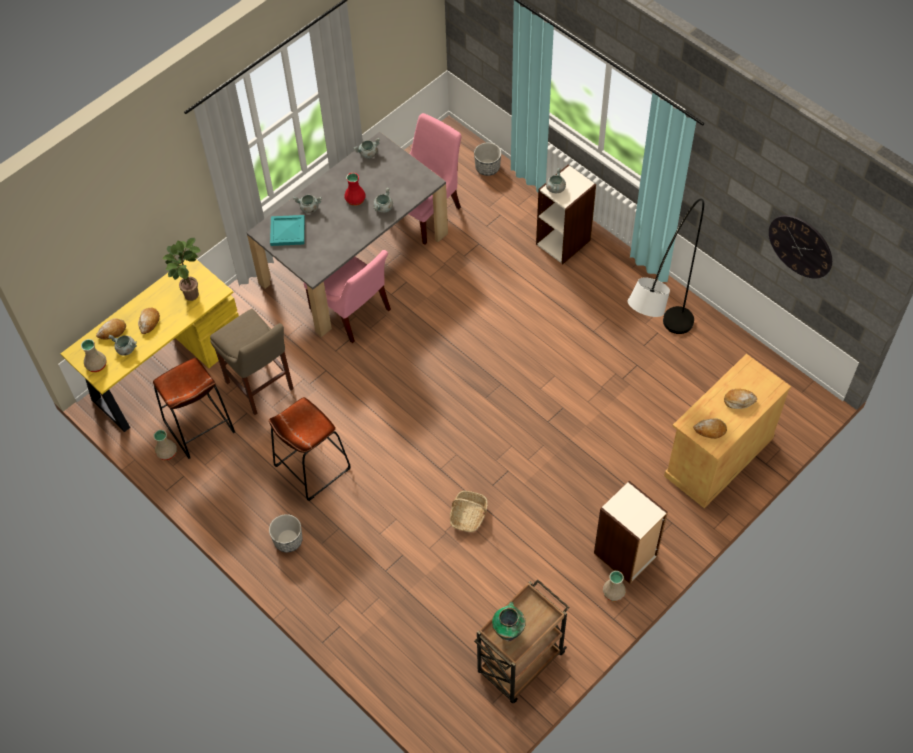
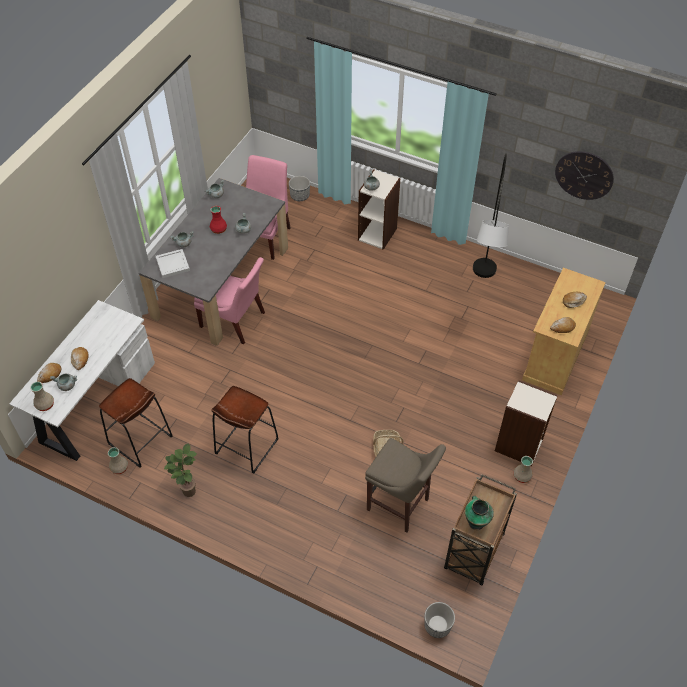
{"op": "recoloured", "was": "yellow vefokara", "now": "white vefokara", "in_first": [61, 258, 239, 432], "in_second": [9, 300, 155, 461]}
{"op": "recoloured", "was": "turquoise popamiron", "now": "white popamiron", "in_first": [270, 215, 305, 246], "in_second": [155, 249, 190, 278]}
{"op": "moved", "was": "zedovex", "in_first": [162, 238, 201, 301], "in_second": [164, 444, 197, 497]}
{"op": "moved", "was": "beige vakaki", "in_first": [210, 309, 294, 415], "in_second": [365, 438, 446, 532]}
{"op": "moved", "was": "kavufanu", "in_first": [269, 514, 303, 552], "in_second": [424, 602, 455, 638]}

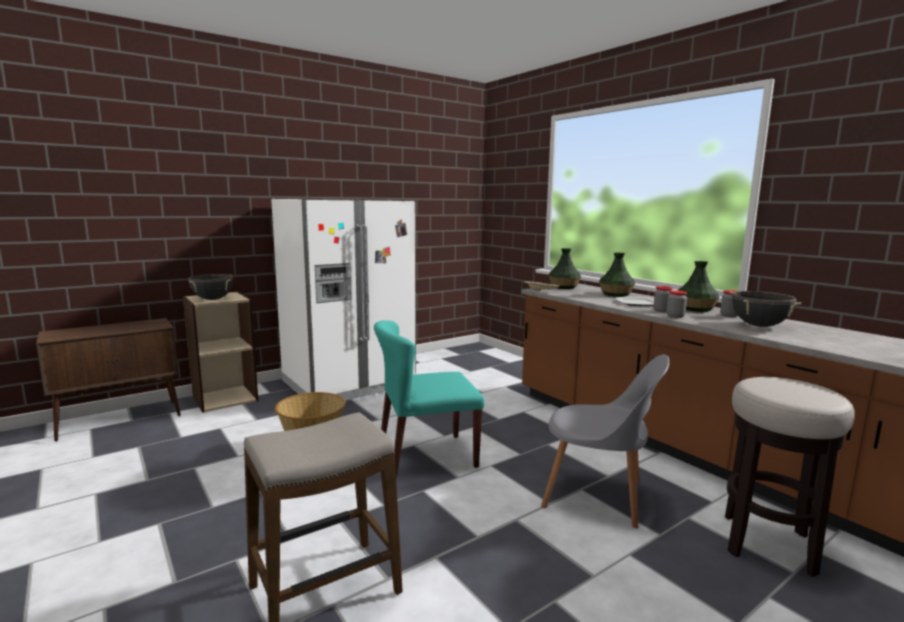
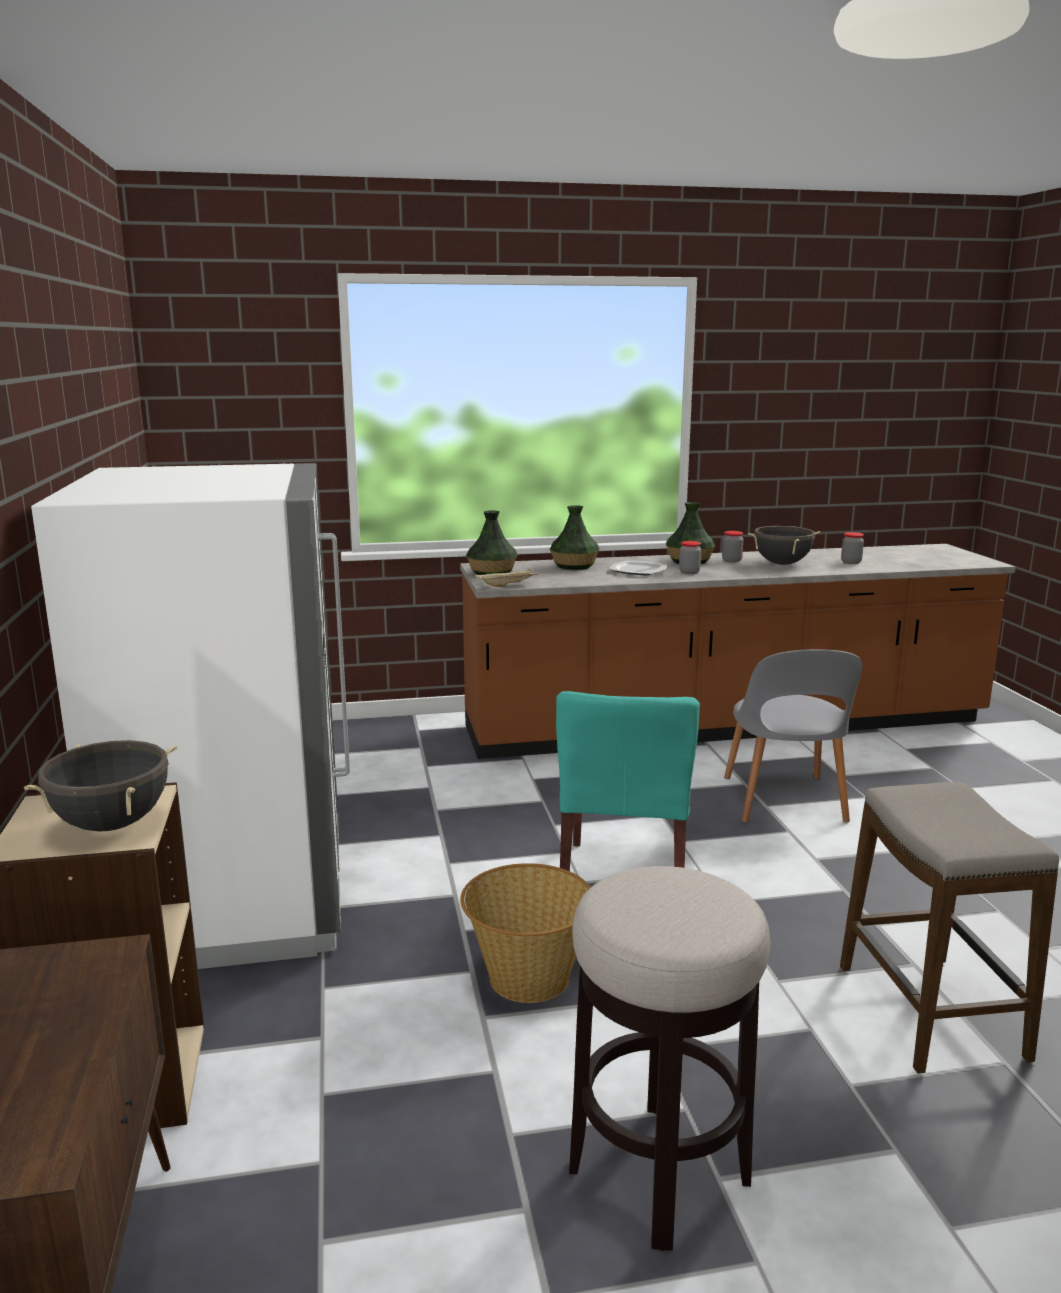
{"op": "moved", "was": "vakaki", "in_first": [725, 377, 855, 577], "in_second": [569, 866, 770, 1251]}
{"op": "turned", "was": "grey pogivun", "in_first": [541, 354, 669, 528], "in_second": [724, 649, 862, 823], "clockwise": 135}
{"op": "moved", "was": "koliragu", "in_first": [666, 290, 687, 318], "in_second": [841, 532, 864, 564]}

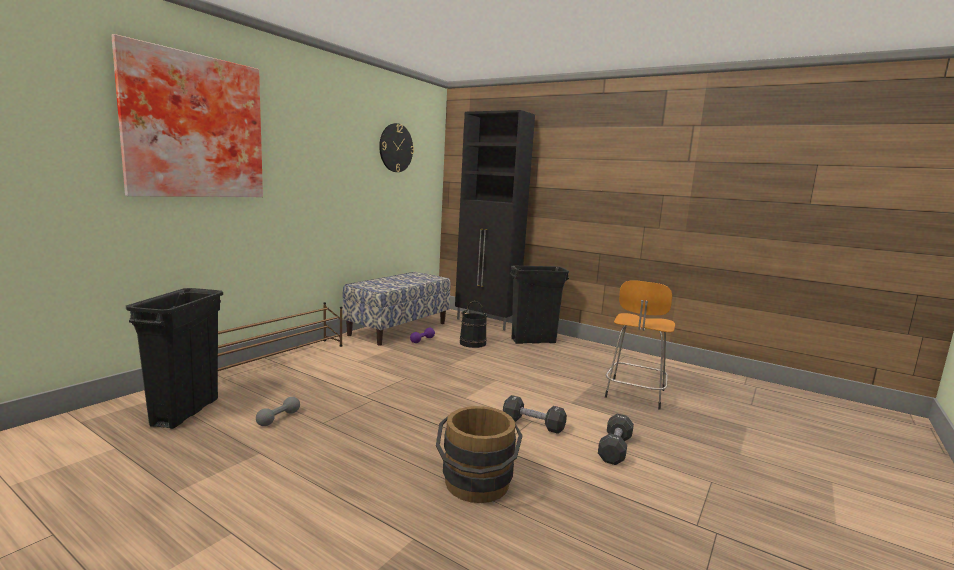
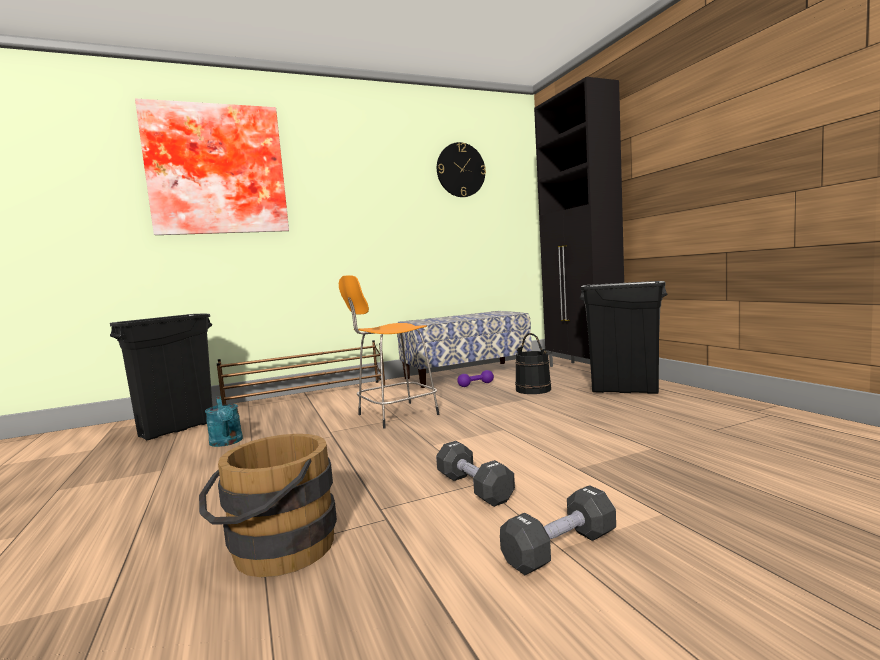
{"op": "replaced", "was": "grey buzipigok", "now": "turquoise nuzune", "in_first": [256, 397, 300, 426], "in_second": [205, 396, 243, 447]}
{"op": "moved", "was": "orange vakaki", "in_first": [605, 280, 675, 410], "in_second": [339, 275, 440, 429]}

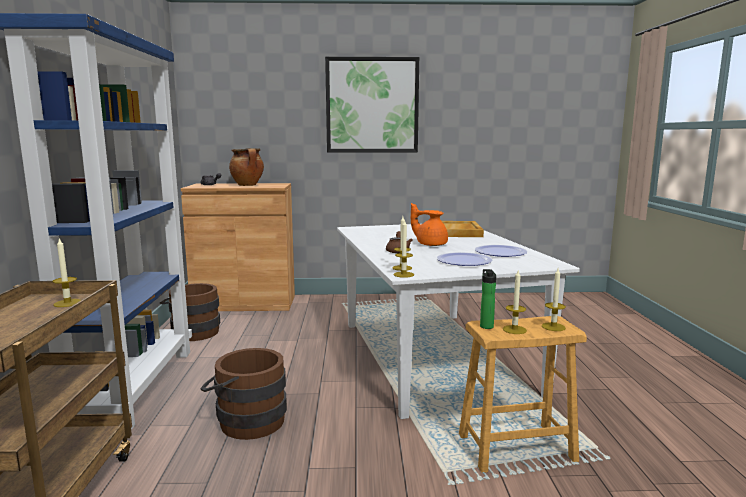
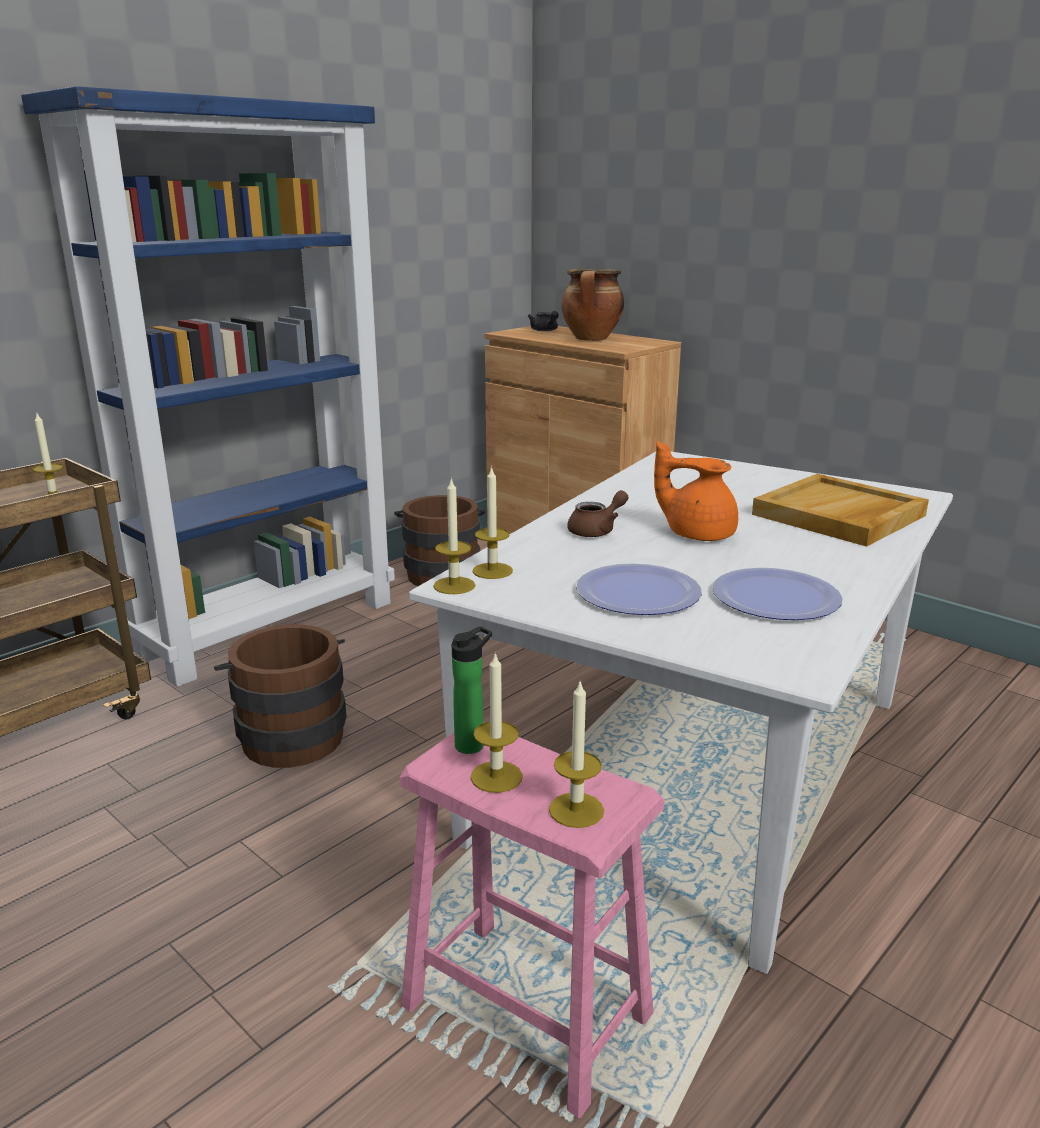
{"op": "recoloured", "was": "brown vakaki", "now": "pink vakaki", "in_first": [459, 316, 587, 473], "in_second": [400, 722, 664, 1118]}
{"op": "turned", "was": "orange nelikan", "in_first": [411, 203, 448, 246], "in_second": [654, 441, 738, 541], "clockwise": -45}
{"op": "removed", "was": "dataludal", "in_first": [325, 57, 419, 153]}

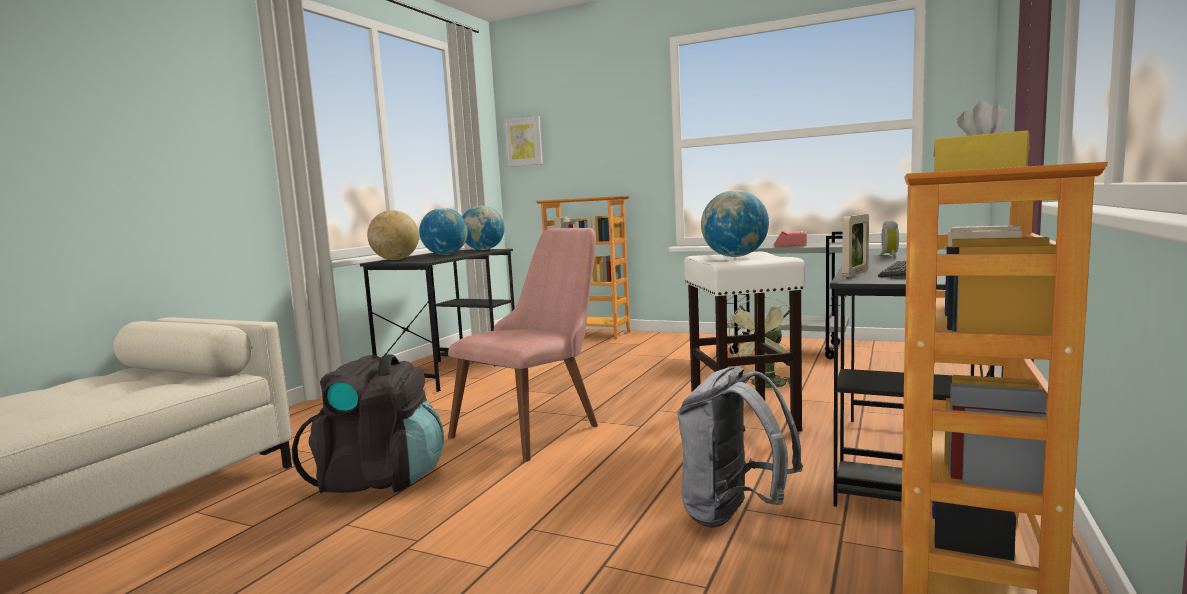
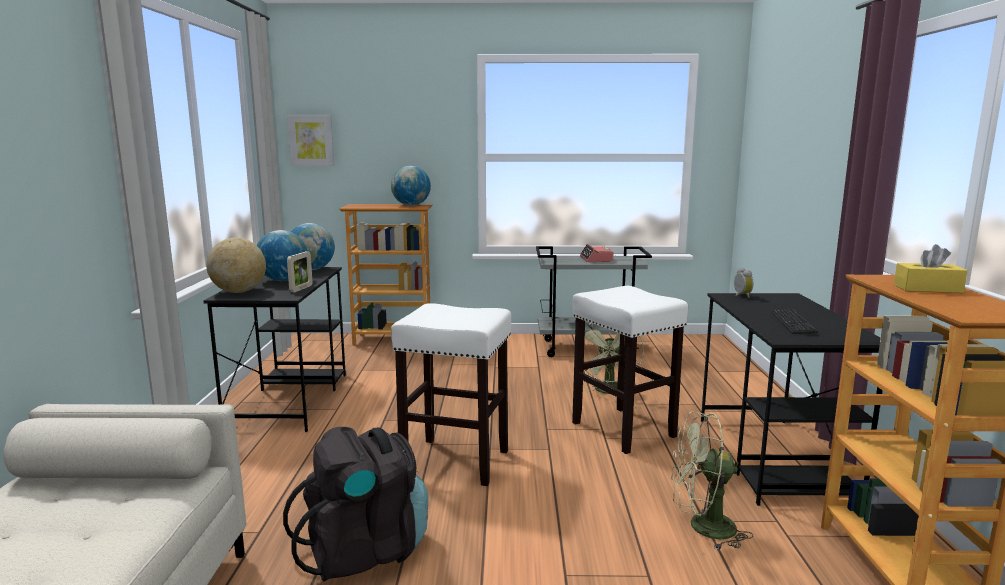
{"op": "moved", "was": "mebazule", "in_first": [842, 214, 869, 277], "in_second": [287, 251, 313, 292]}
{"op": "moved", "was": "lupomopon", "in_first": [701, 190, 769, 257], "in_second": [391, 166, 431, 206]}
{"op": "replaced", "was": "pink pogivun", "now": "white vakaki", "in_first": [448, 228, 598, 462], "in_second": [391, 303, 511, 486]}
{"op": "replaced", "was": "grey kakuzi", "now": "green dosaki", "in_first": [677, 366, 803, 528], "in_second": [671, 411, 753, 550]}

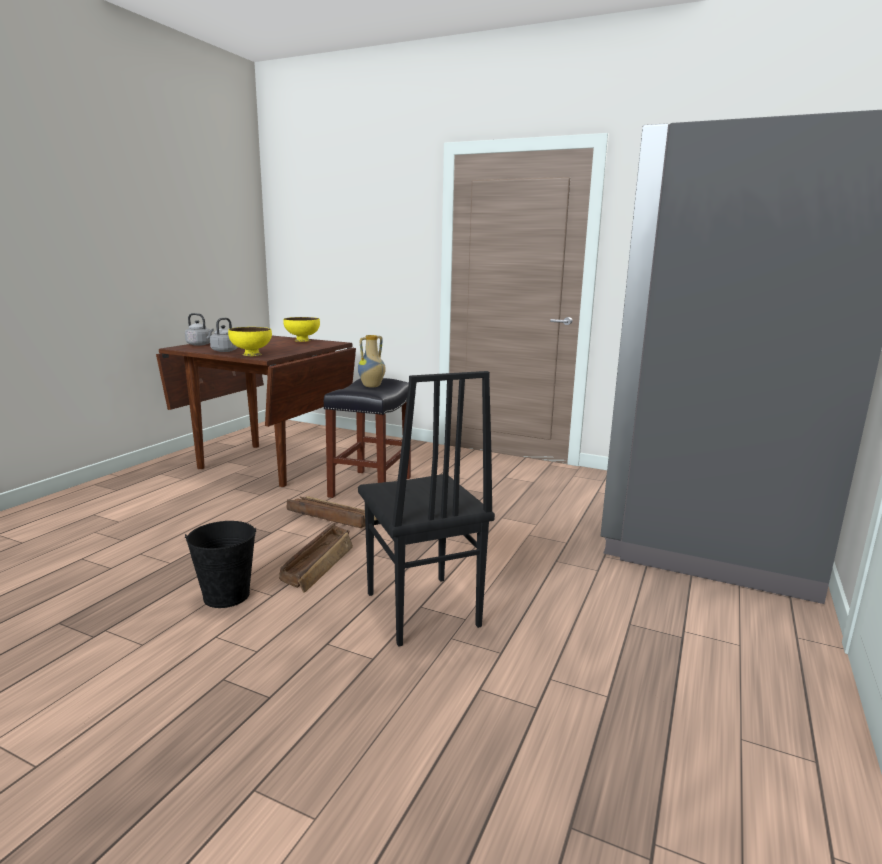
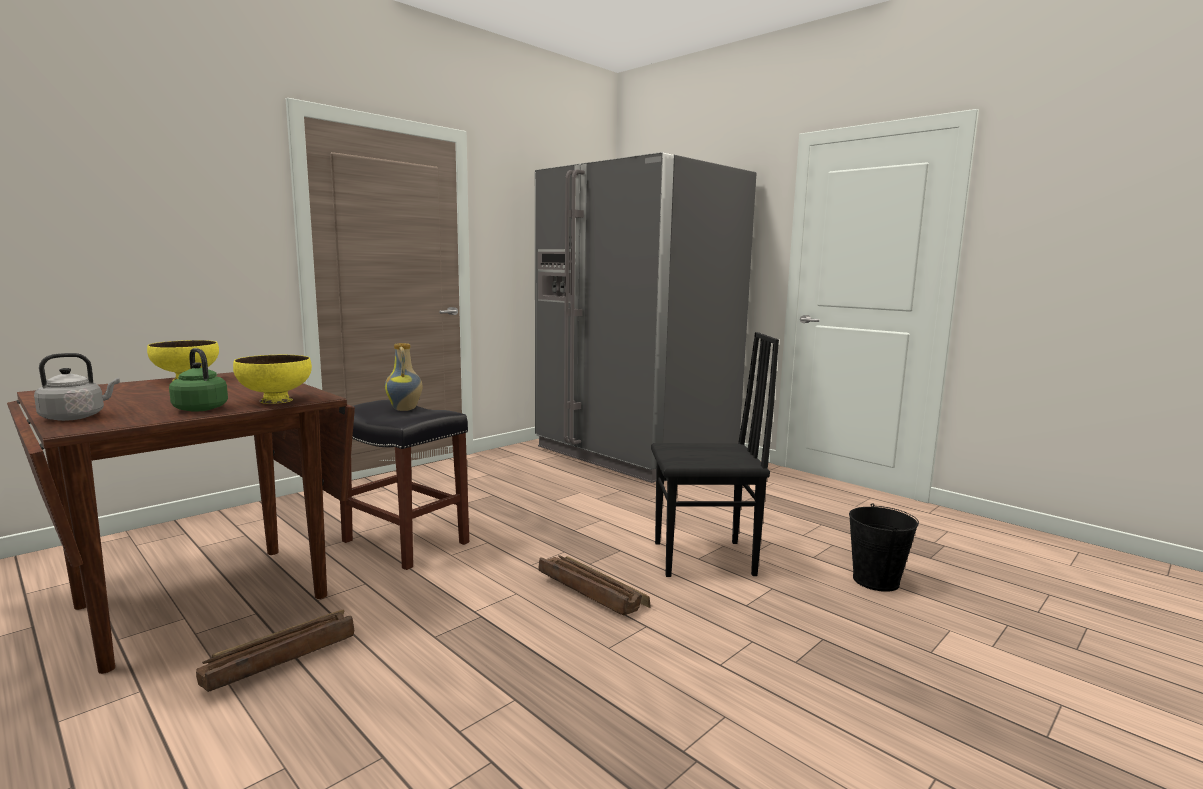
{"op": "recoloured", "was": "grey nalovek", "now": "green nalovek", "in_first": [210, 318, 238, 352], "in_second": [169, 348, 228, 412]}
{"op": "moved", "was": "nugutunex", "in_first": [287, 496, 377, 528], "in_second": [196, 610, 354, 692]}
{"op": "moved", "was": "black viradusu", "in_first": [185, 521, 257, 608], "in_second": [849, 503, 919, 592]}

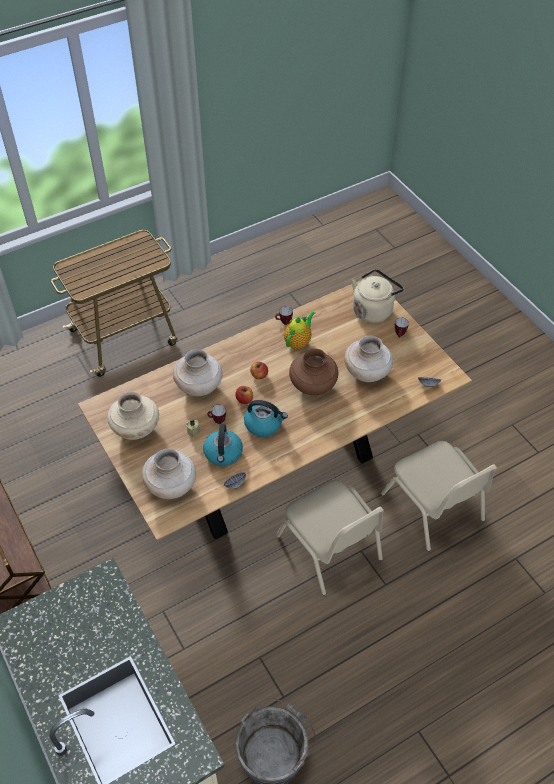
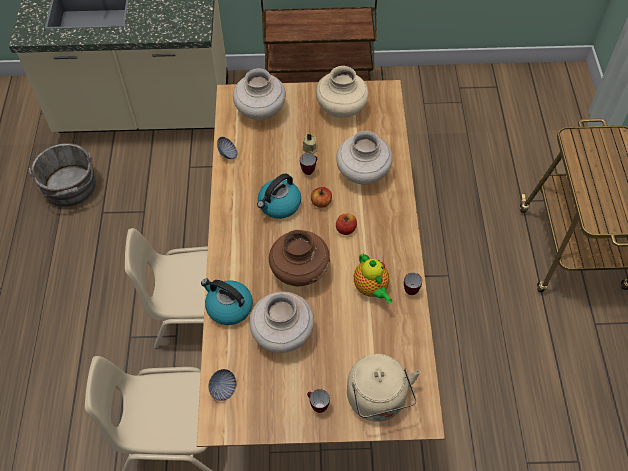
{"op": "moved", "was": "nalovek", "in_first": [203, 424, 243, 466], "in_second": [201, 278, 253, 325]}

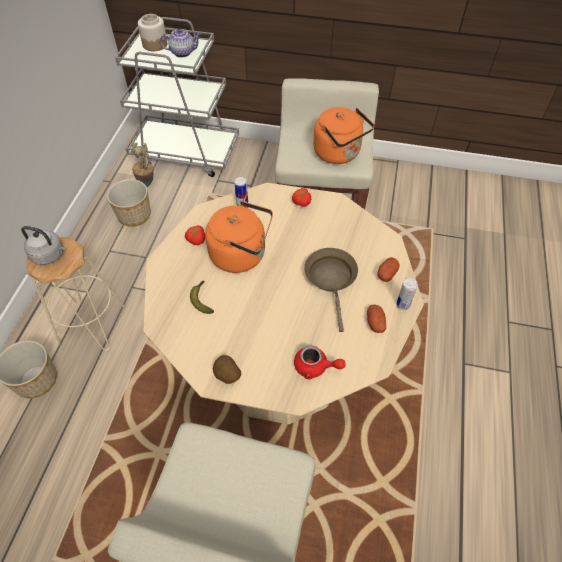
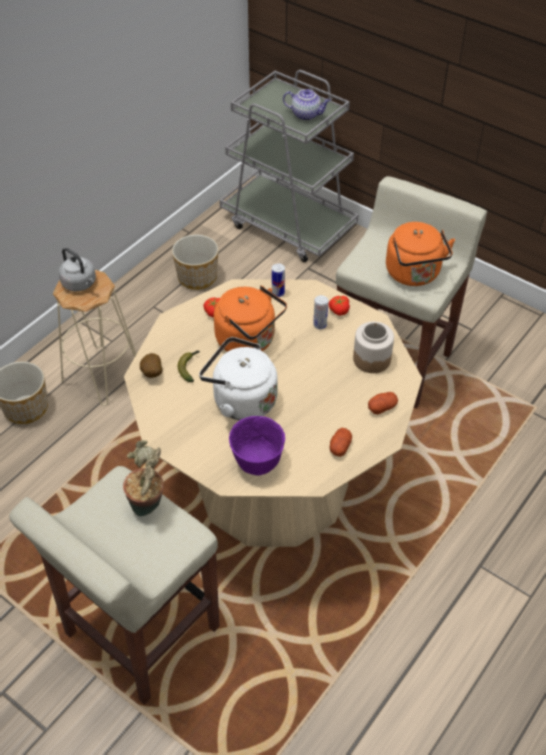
{"op": "moved", "was": "zedovex", "in_first": [130, 143, 153, 187], "in_second": [123, 440, 164, 516]}
{"op": "moved", "was": "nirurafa", "in_first": [213, 355, 241, 384], "in_second": [140, 353, 162, 378]}
{"op": "added", "now": "white nalovek", "in_second": [199, 337, 278, 420]}
{"op": "replaced", "was": "red nelikan", "now": "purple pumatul", "in_first": [294, 345, 346, 379], "in_second": [229, 416, 285, 476]}
{"op": "moved", "was": "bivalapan", "in_first": [396, 278, 418, 310], "in_second": [313, 295, 328, 329]}
{"op": "moved", "was": "koliragu", "in_first": [138, 14, 168, 51], "in_second": [353, 322, 394, 373]}
{"op": "removed", "was": "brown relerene", "in_first": [304, 248, 358, 332]}

